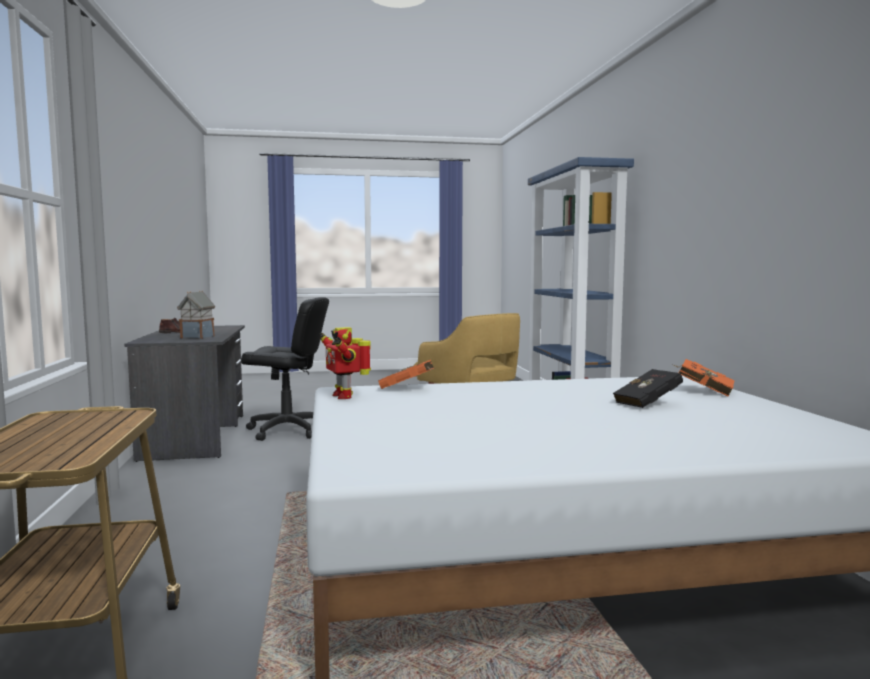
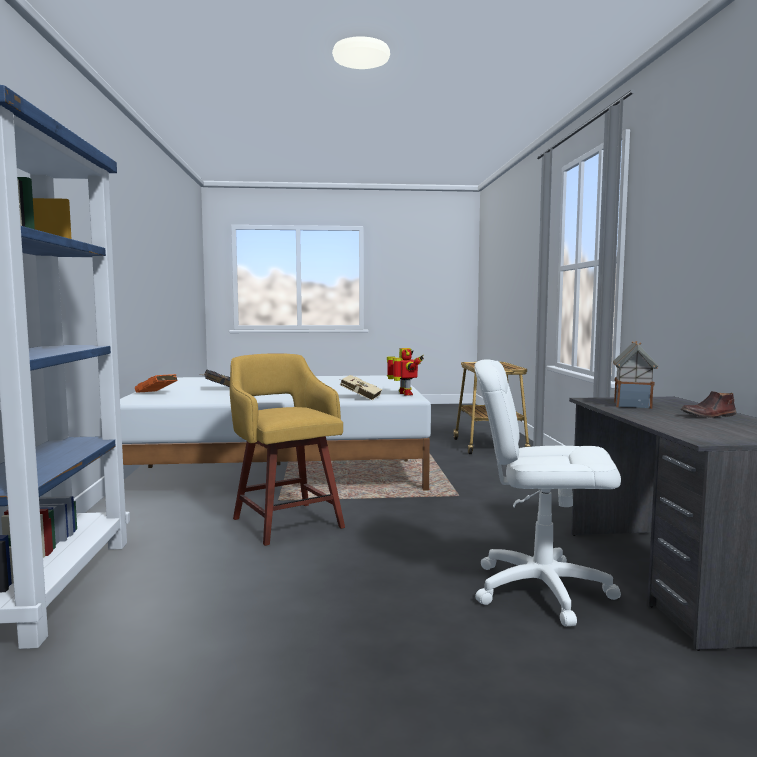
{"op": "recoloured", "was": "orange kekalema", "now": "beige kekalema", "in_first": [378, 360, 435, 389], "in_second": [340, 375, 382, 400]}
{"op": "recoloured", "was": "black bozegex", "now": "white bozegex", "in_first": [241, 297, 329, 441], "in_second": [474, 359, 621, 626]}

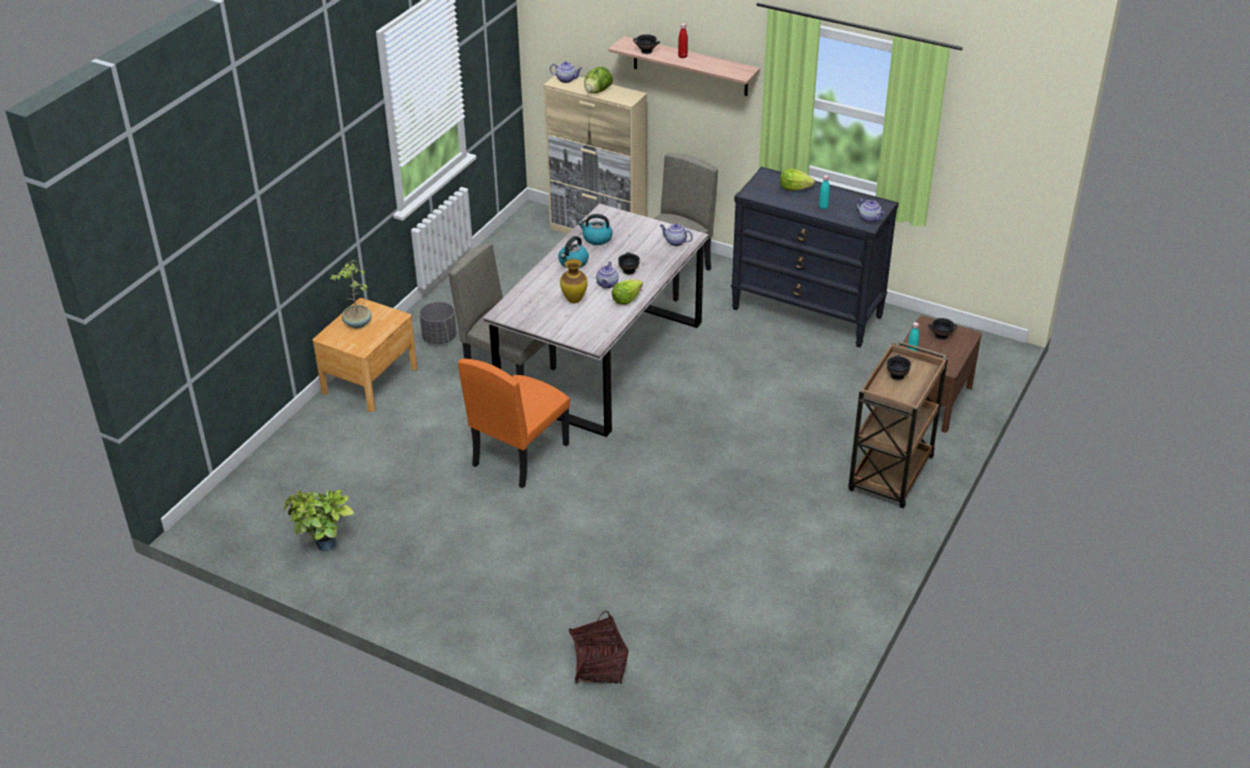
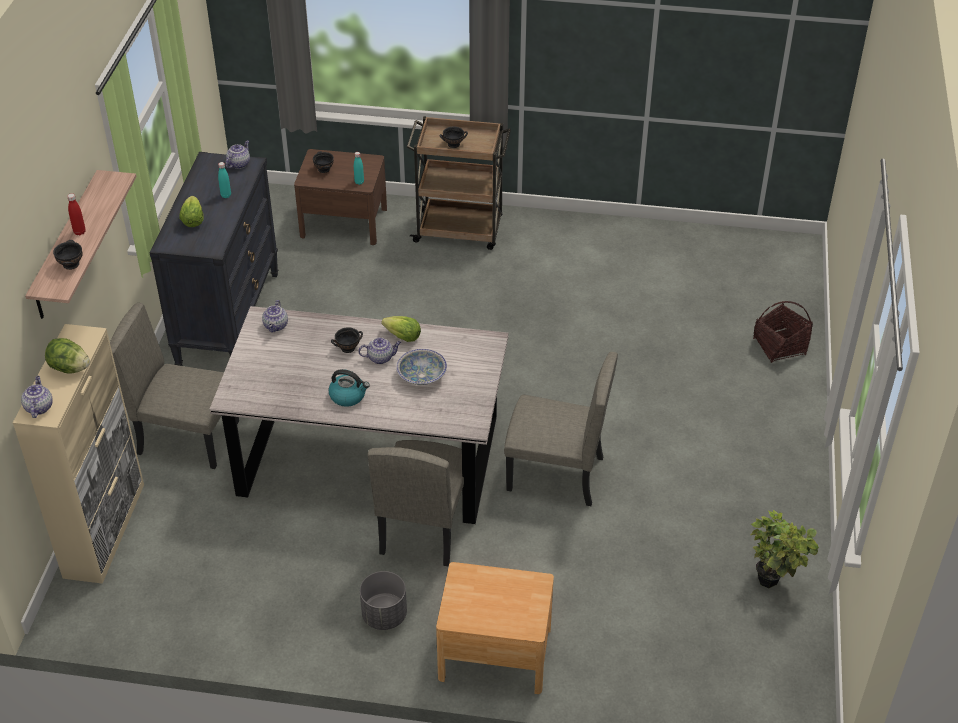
{"op": "replaced", "was": "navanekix", "now": "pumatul", "in_first": [560, 259, 588, 303], "in_second": [396, 349, 447, 385]}
{"op": "recoloured", "was": "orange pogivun", "now": "beige pogivun", "in_first": [458, 358, 570, 488], "in_second": [504, 352, 618, 506]}
{"op": "removed", "was": "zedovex", "in_first": [330, 260, 372, 329]}
{"op": "removed", "was": "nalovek", "in_first": [578, 214, 613, 245]}

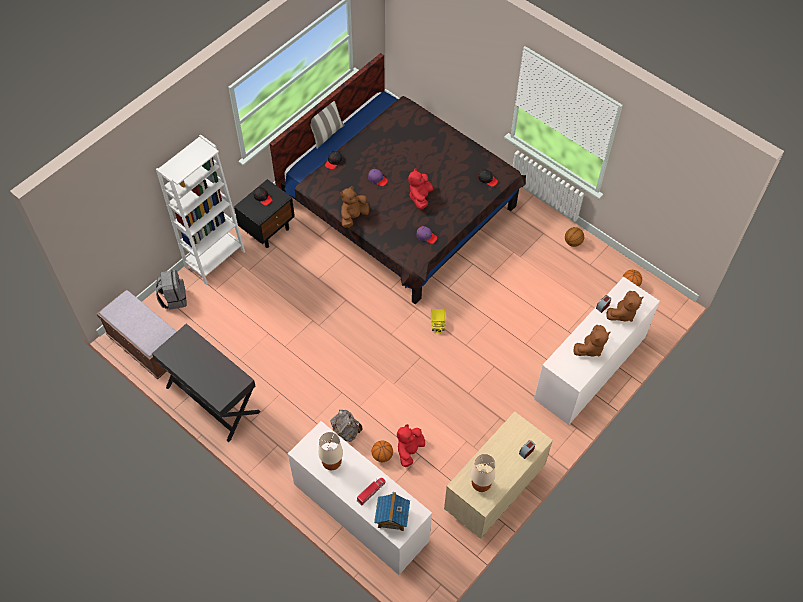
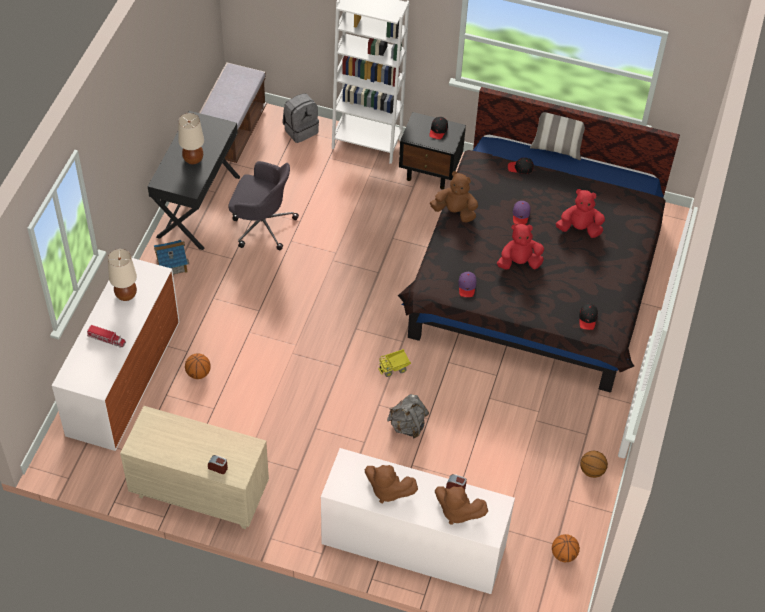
{"op": "moved", "was": "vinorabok", "in_first": [374, 492, 410, 531], "in_second": [154, 240, 189, 274]}
{"op": "moved", "was": "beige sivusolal", "in_first": [471, 454, 495, 492], "in_second": [178, 113, 204, 164]}
{"op": "added", "now": "grey bozegex", "in_second": [229, 161, 299, 250]}
{"op": "moved", "was": "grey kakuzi", "in_first": [331, 410, 362, 442], "in_second": [387, 394, 429, 439]}
{"op": "moved", "was": "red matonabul", "in_first": [397, 424, 425, 467], "in_second": [556, 189, 605, 238]}

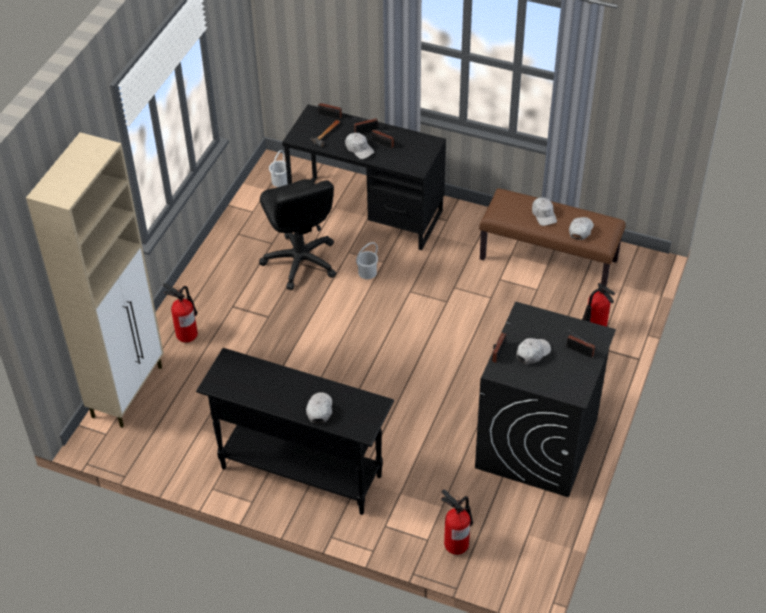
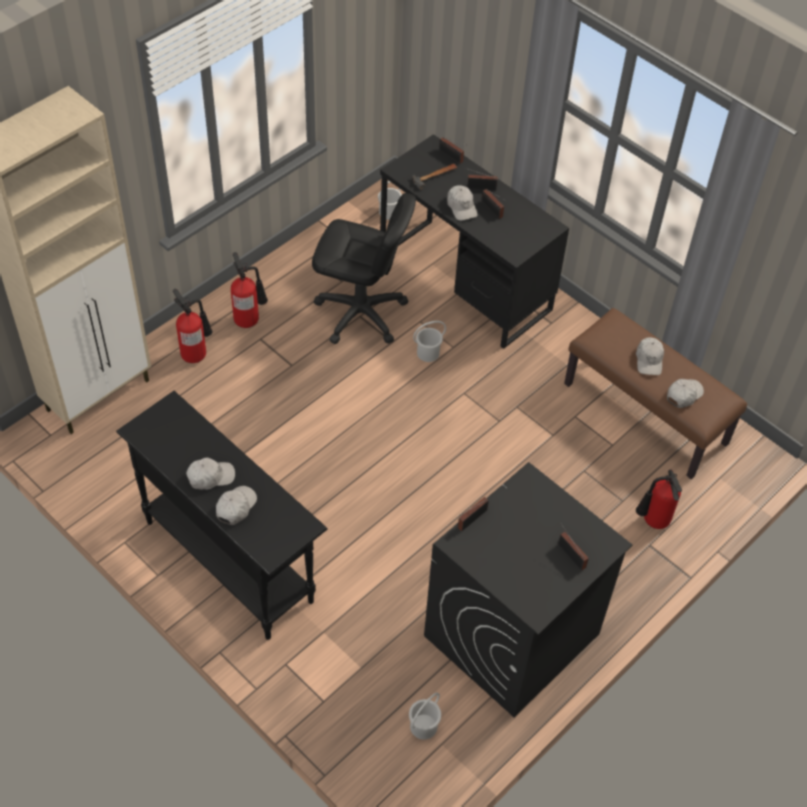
{"op": "moved", "was": "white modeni", "in_first": [516, 338, 551, 365], "in_second": [186, 457, 235, 490]}
{"op": "moved", "was": "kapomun", "in_first": [441, 490, 473, 555], "in_second": [231, 252, 268, 328]}
{"op": "turned", "was": "black bozegex", "in_first": [259, 179, 336, 290], "in_second": [312, 193, 416, 344], "clockwise": -75}
{"op": "added", "now": "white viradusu", "in_second": [409, 692, 441, 740]}

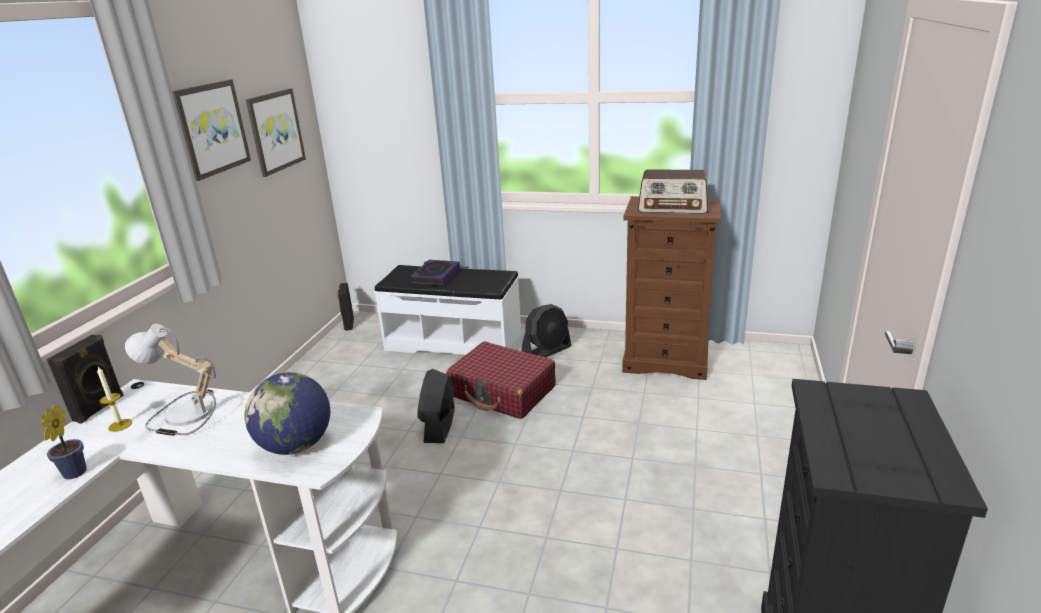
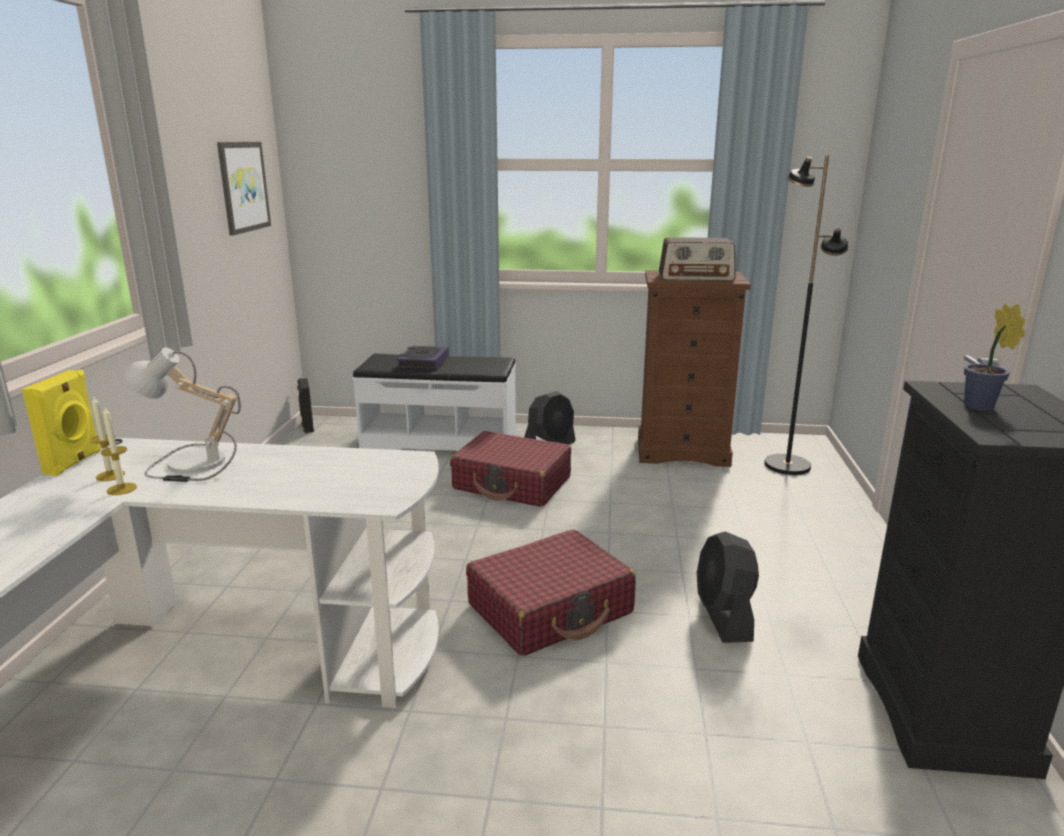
{"op": "recoloured", "was": "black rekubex", "now": "yellow rekubex", "in_first": [47, 334, 123, 424], "in_second": [22, 370, 101, 476]}
{"op": "added", "now": "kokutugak", "in_second": [101, 407, 137, 495]}
{"op": "added", "now": "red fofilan", "in_second": [466, 529, 636, 656]}
{"op": "moved", "was": "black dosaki", "in_first": [417, 369, 455, 443], "in_second": [697, 531, 759, 643]}
{"op": "added", "now": "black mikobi", "in_second": [764, 155, 848, 475]}
{"op": "moved", "was": "zedovex", "in_first": [41, 404, 87, 479], "in_second": [964, 304, 1025, 411]}
{"op": "removed", "was": "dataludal", "in_first": [172, 79, 251, 181]}
{"op": "removed", "was": "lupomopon", "in_first": [245, 372, 330, 455]}

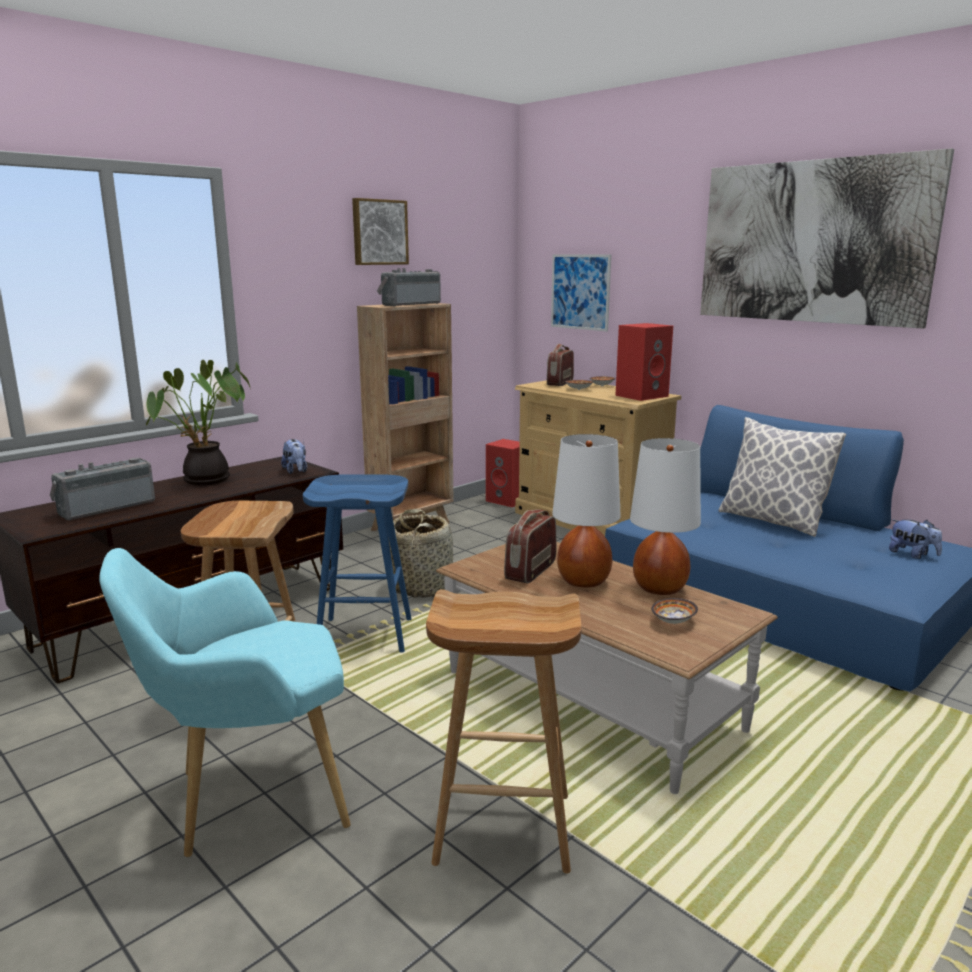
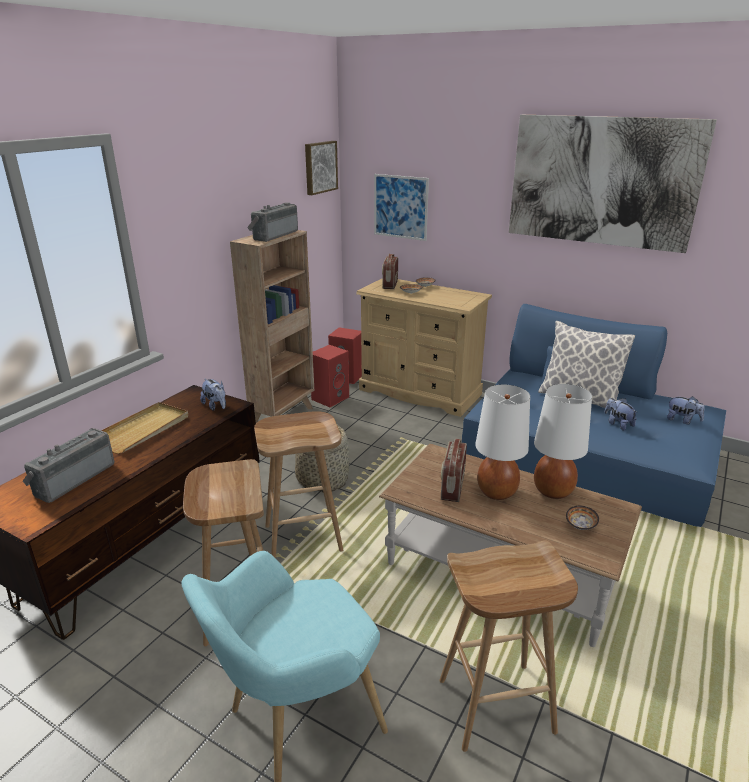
{"op": "replaced", "was": "zedovex", "now": "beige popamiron", "in_first": [146, 360, 250, 486], "in_second": [101, 402, 188, 454]}
{"op": "recoloured", "was": "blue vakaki", "now": "brown vakaki", "in_first": [303, 474, 412, 653], "in_second": [254, 411, 343, 559]}
{"op": "moved", "was": "dataludal", "in_first": [352, 198, 409, 265], "in_second": [305, 141, 338, 195]}
{"op": "moved", "was": "red rekubex", "in_first": [615, 323, 673, 401], "in_second": [311, 345, 349, 407]}
{"op": "added", "now": "matonabul", "in_second": [605, 398, 638, 431]}

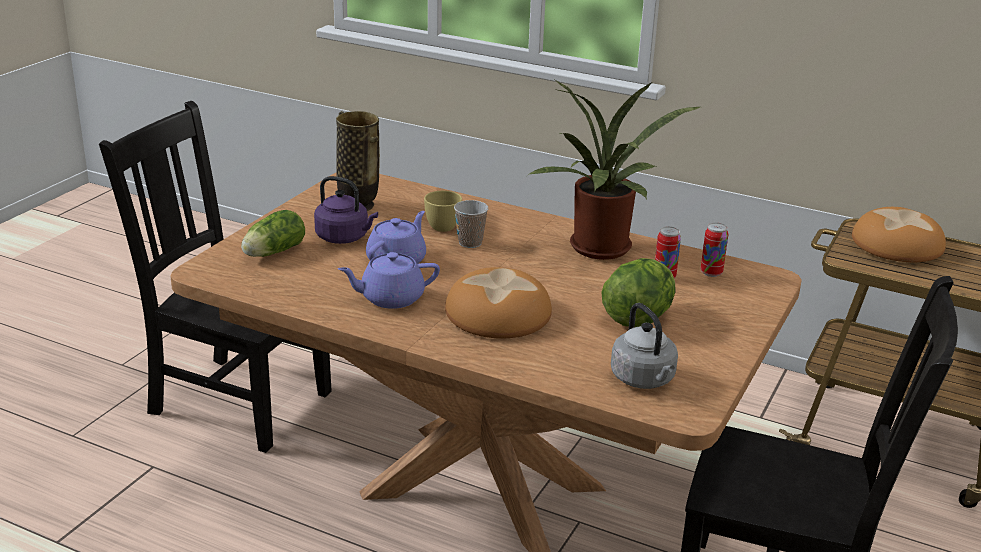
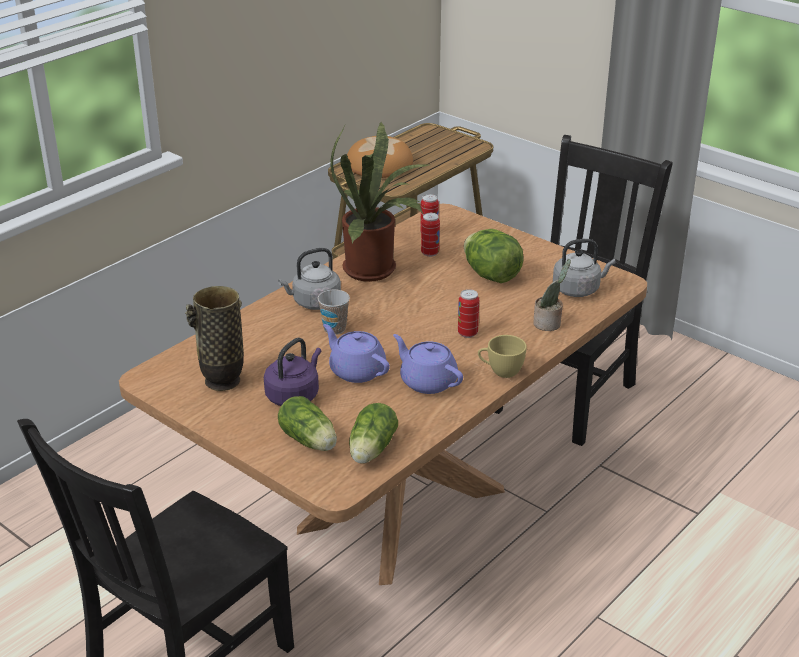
{"op": "added", "now": "grey nalovek", "in_second": [278, 248, 341, 310]}
{"op": "added", "now": "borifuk", "in_second": [349, 403, 398, 463]}
{"op": "turned", "was": "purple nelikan", "in_first": [338, 252, 440, 309], "in_second": [393, 334, 463, 394], "clockwise": 135}
{"op": "replaced", "was": "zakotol", "now": "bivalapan", "in_first": [445, 267, 552, 339], "in_second": [458, 289, 479, 338]}
{"op": "moved", "was": "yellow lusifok", "in_first": [424, 191, 462, 232], "in_second": [478, 335, 527, 378]}
{"op": "added", "now": "zedovex", "in_second": [533, 259, 571, 331]}

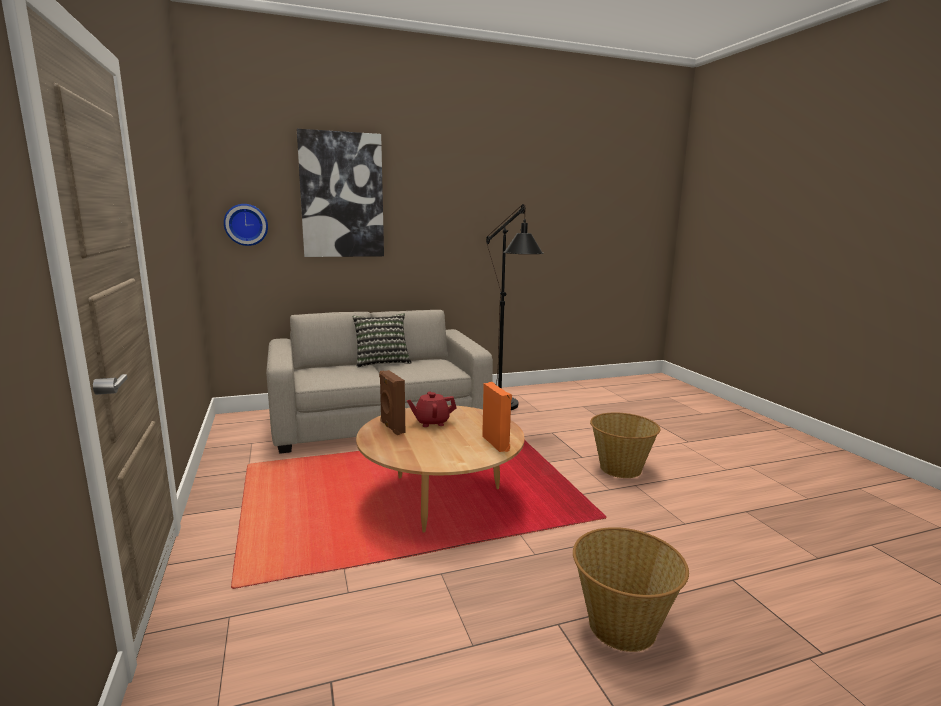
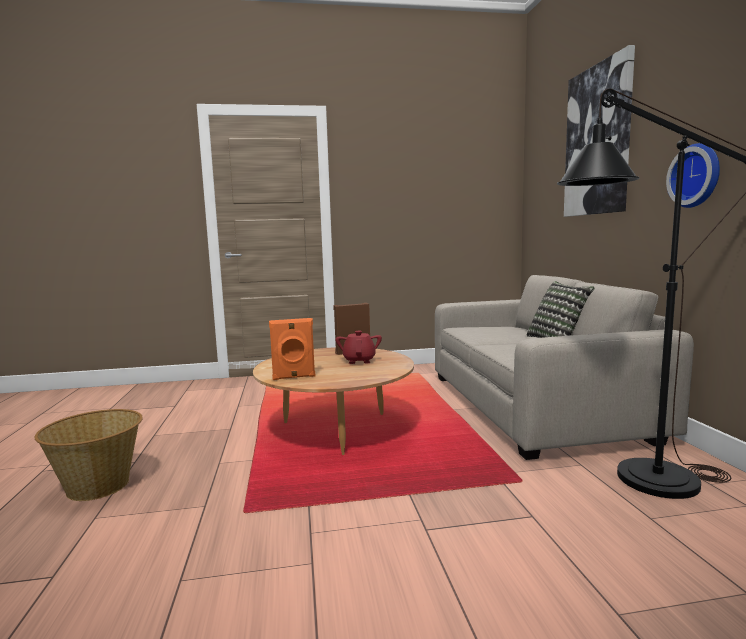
{"op": "moved", "was": "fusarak", "in_first": [224, 204, 268, 246], "in_second": [666, 143, 720, 208]}
{"op": "removed", "was": "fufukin", "in_first": [590, 412, 660, 478]}

